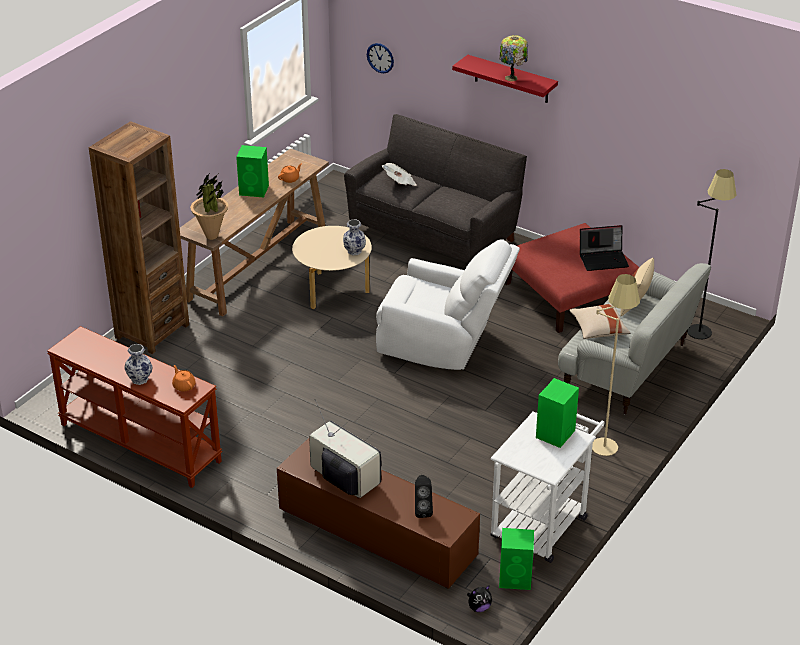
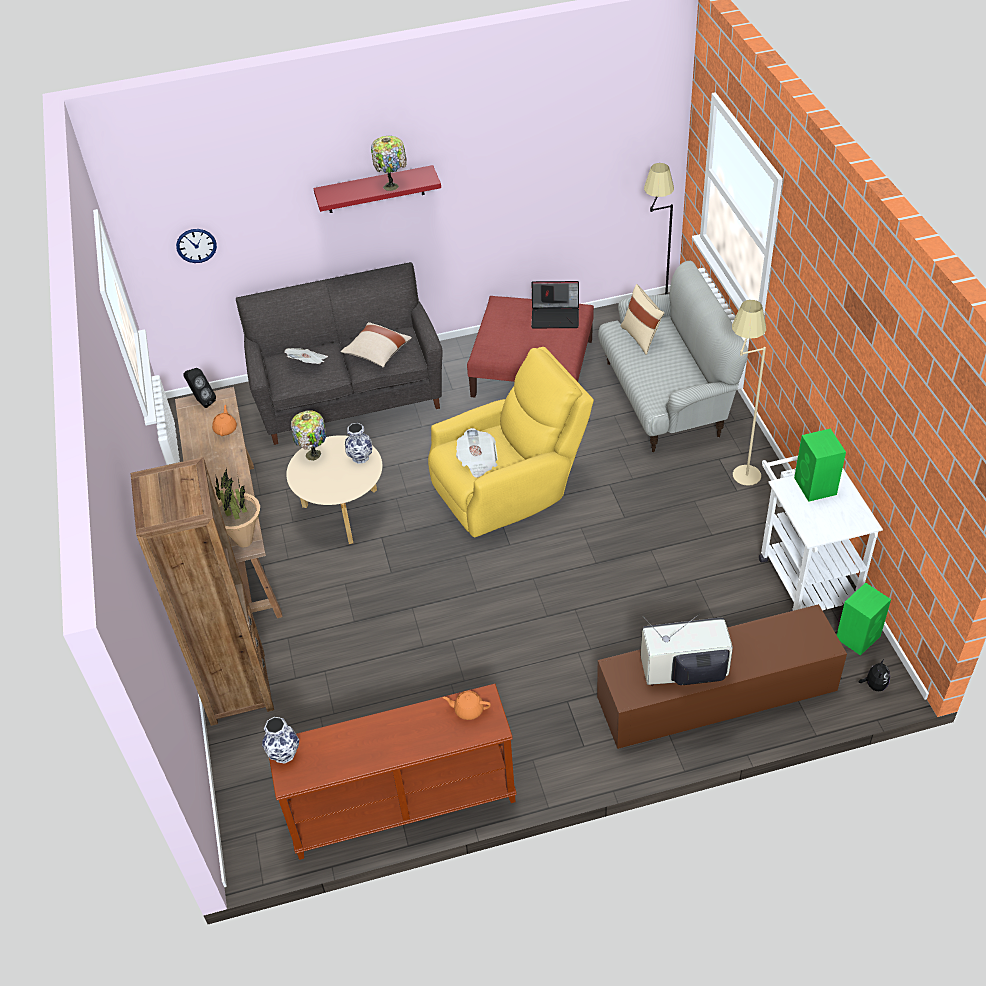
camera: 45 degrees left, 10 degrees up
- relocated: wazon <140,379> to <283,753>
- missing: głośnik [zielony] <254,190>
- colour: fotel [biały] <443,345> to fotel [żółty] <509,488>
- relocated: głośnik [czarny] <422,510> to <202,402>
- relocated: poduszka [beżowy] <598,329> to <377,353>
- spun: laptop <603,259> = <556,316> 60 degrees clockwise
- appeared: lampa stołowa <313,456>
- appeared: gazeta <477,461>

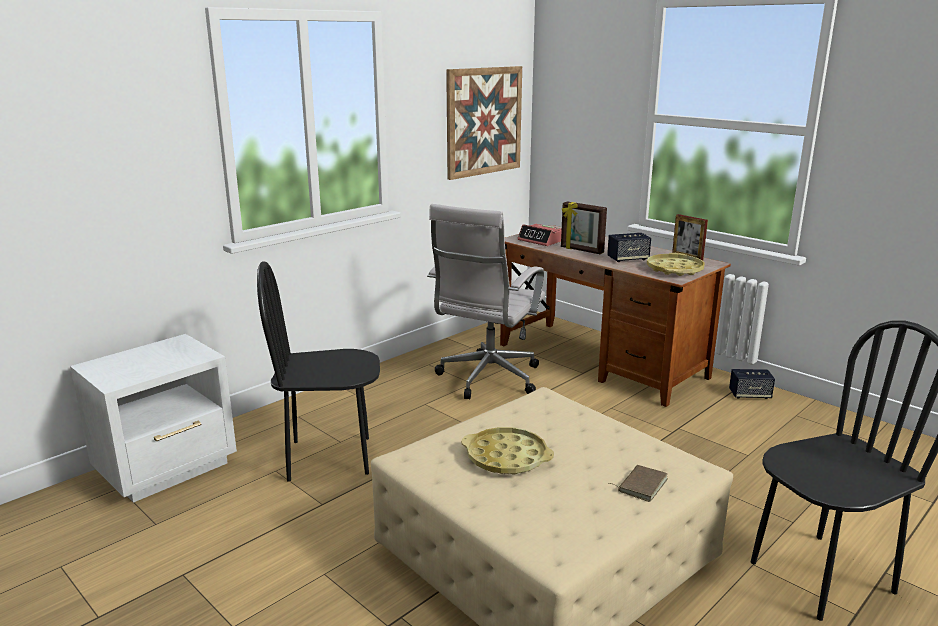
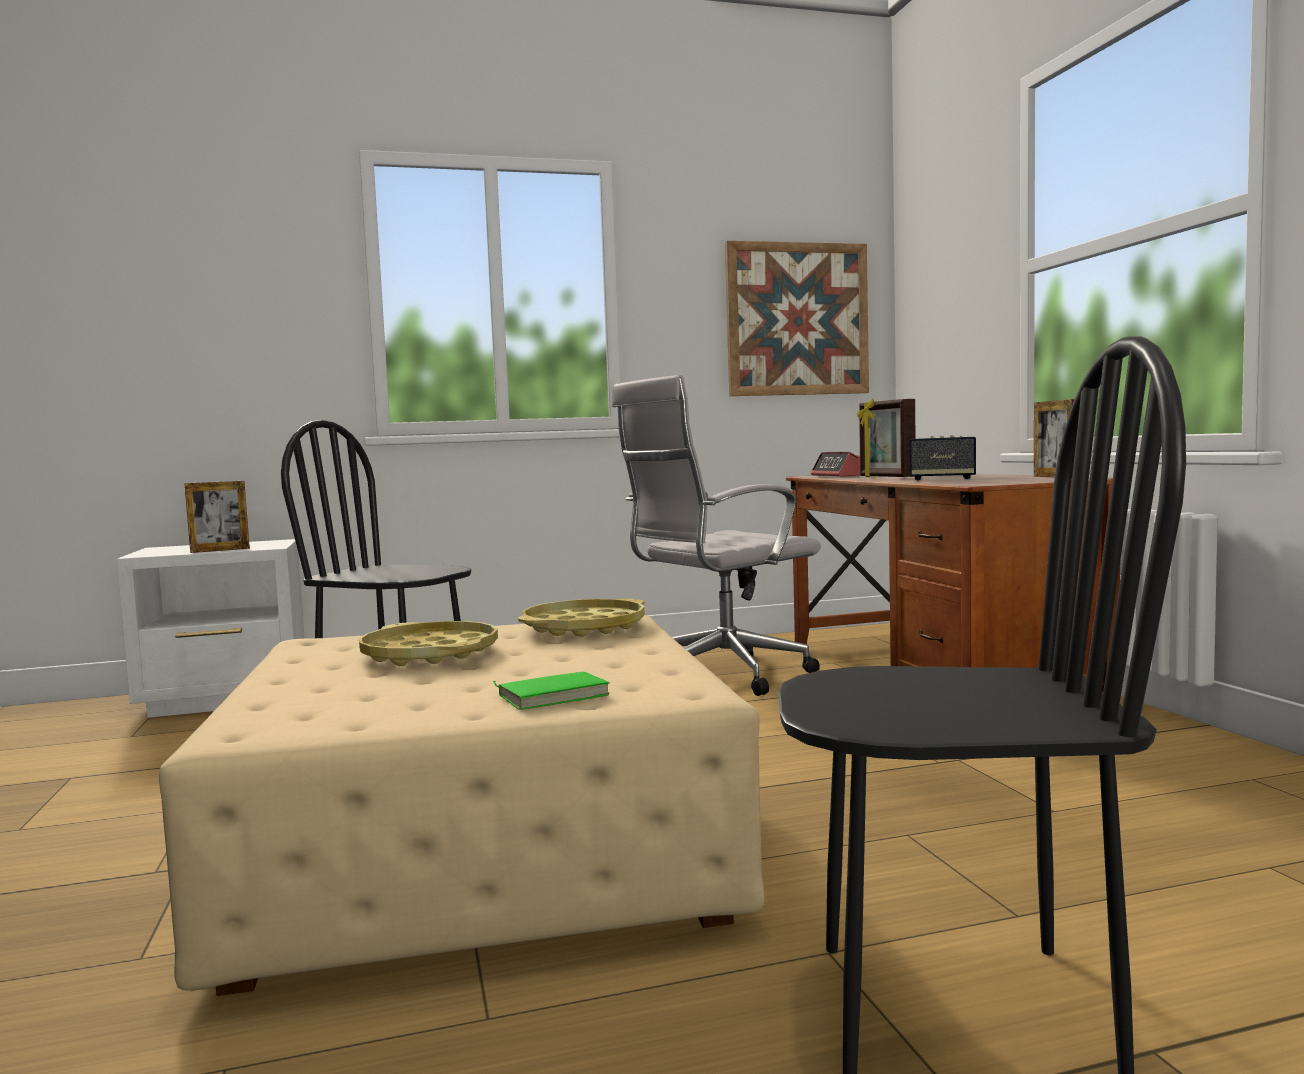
camera: 30 degrees right, 15 degrees down
- colour: książka [brązowy] <641,485> to książka [zielony] <552,695>
- relocated: taca [żółty] <674,269> to <584,627>
- missing: głośnik <749,395>
- appeared: ramka na zdjęcie <220,550>

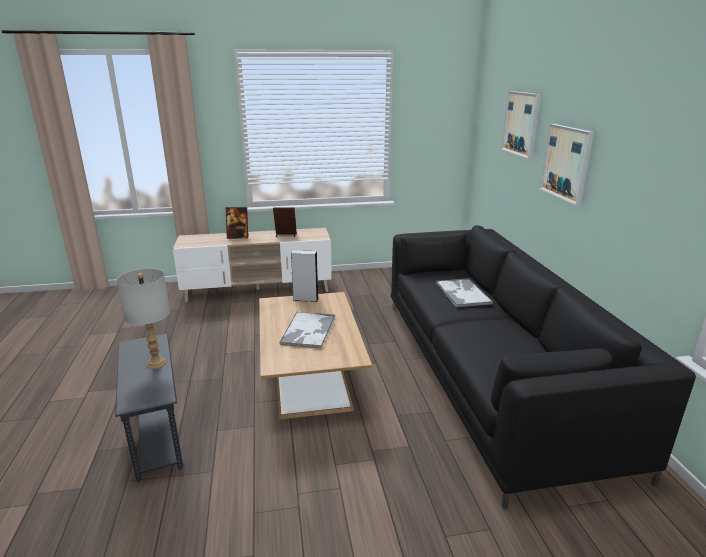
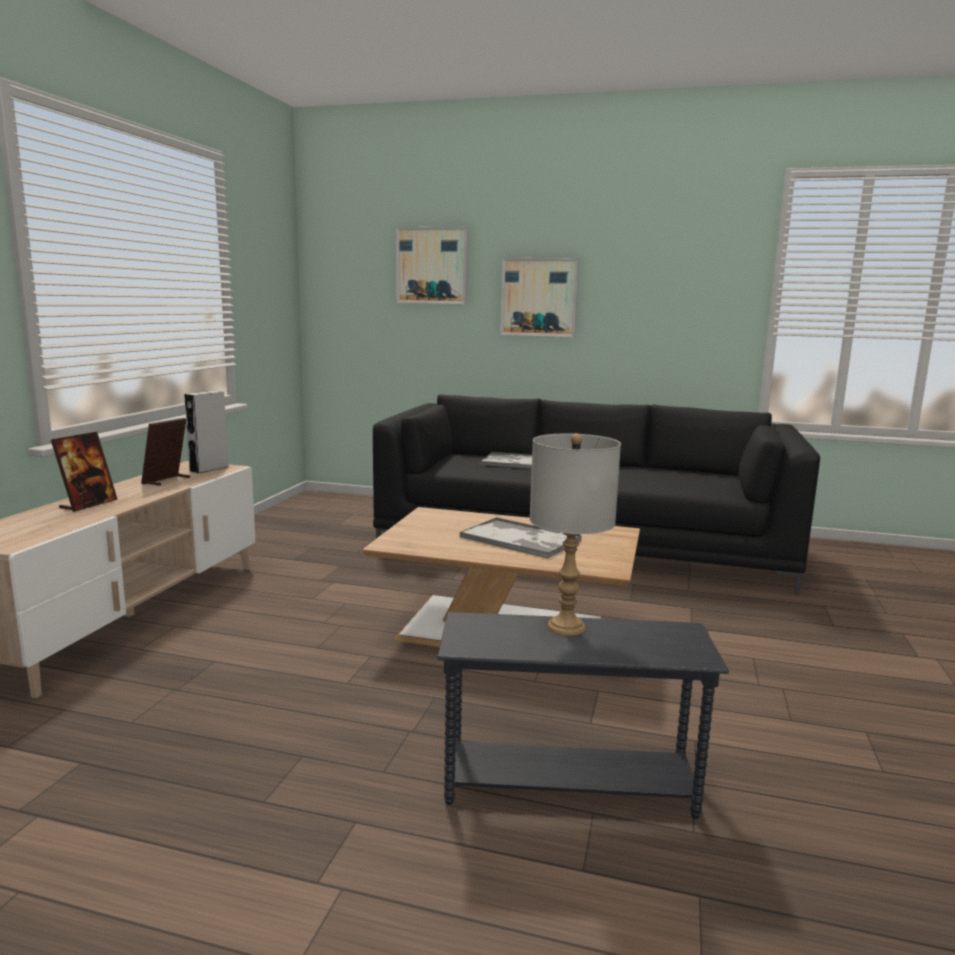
camera: 65 degrees left, 10 degrees down
- relocated: głośnik [szary] <305,299> to <209,469>

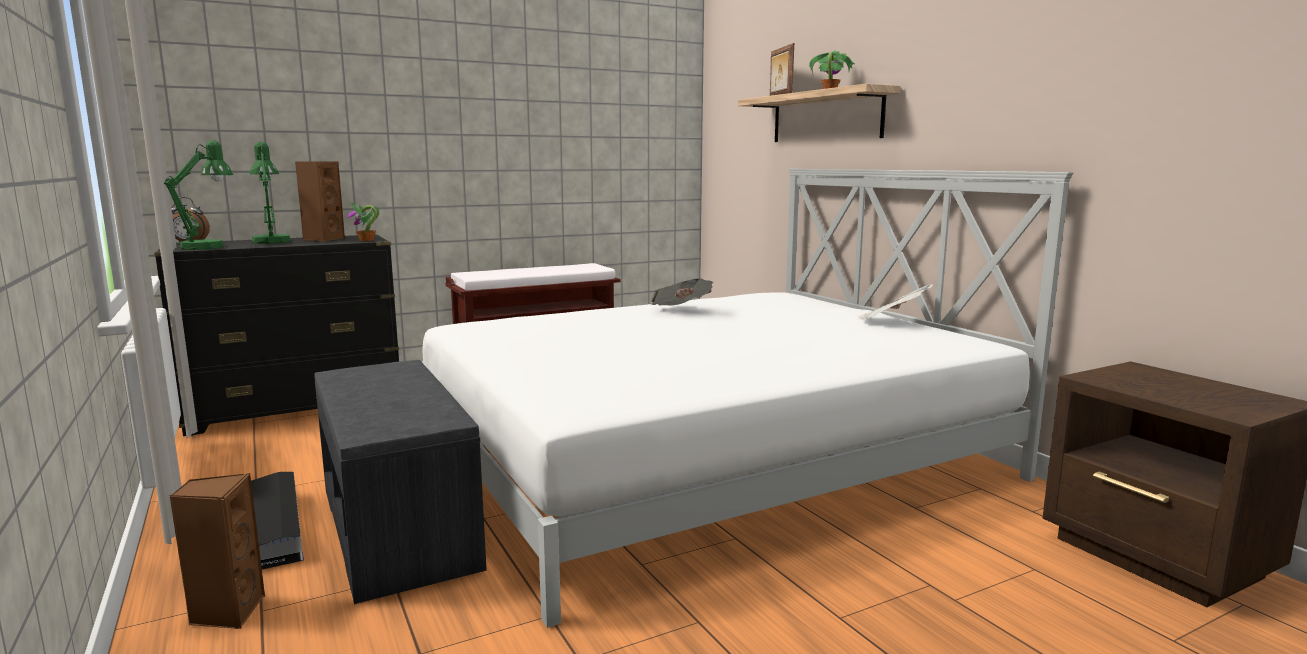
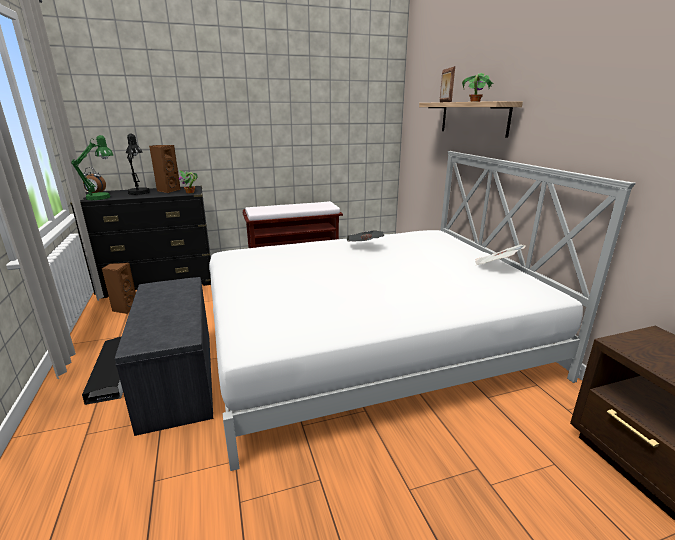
camera: 10 degrees right, 10 degrees up
- relocated: głośnik [brązowy] <227,612> to <124,309>
- colour: lampa stołowa [zielony] <271,241> to lampa stołowa [czarny] <139,192>

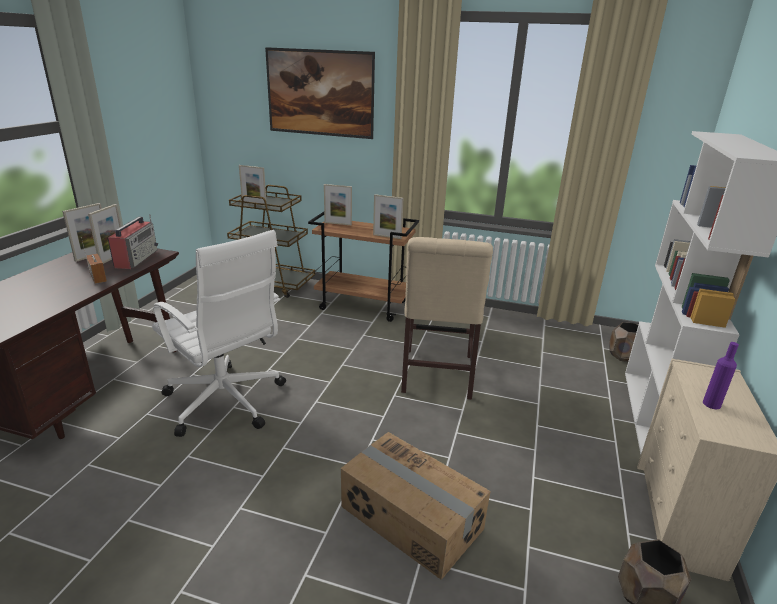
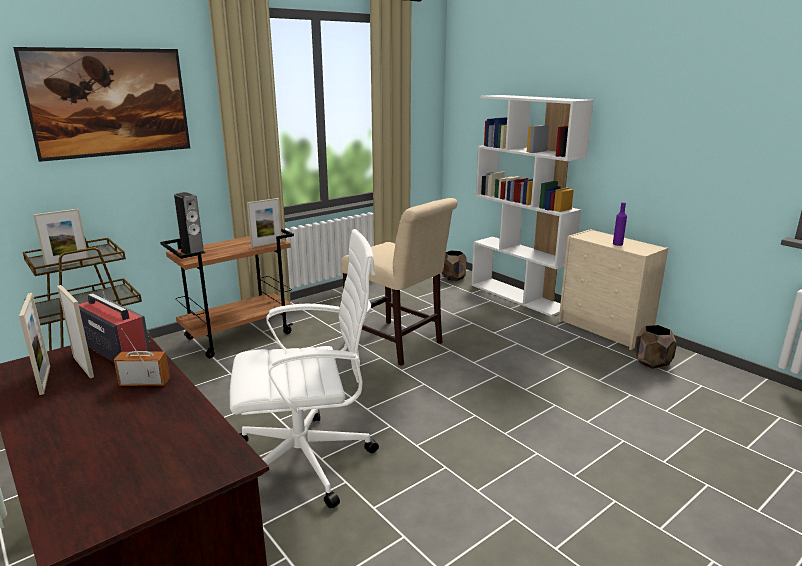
camera: 55 degrees left, 5 degrees down
- exchanged: ramka na zdjęcie <338,223> to głośnik <192,252>
- missing: karton <410,518>

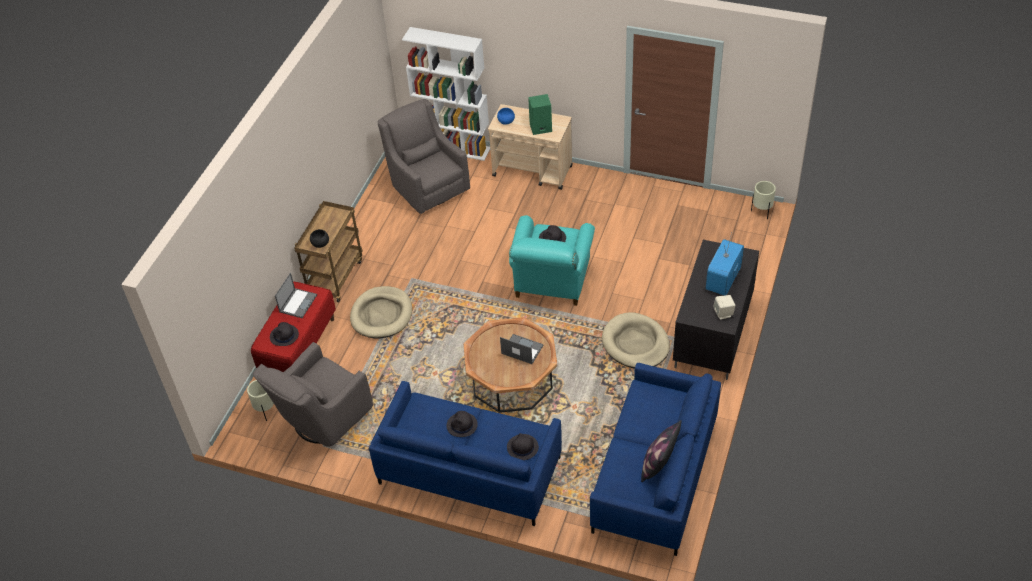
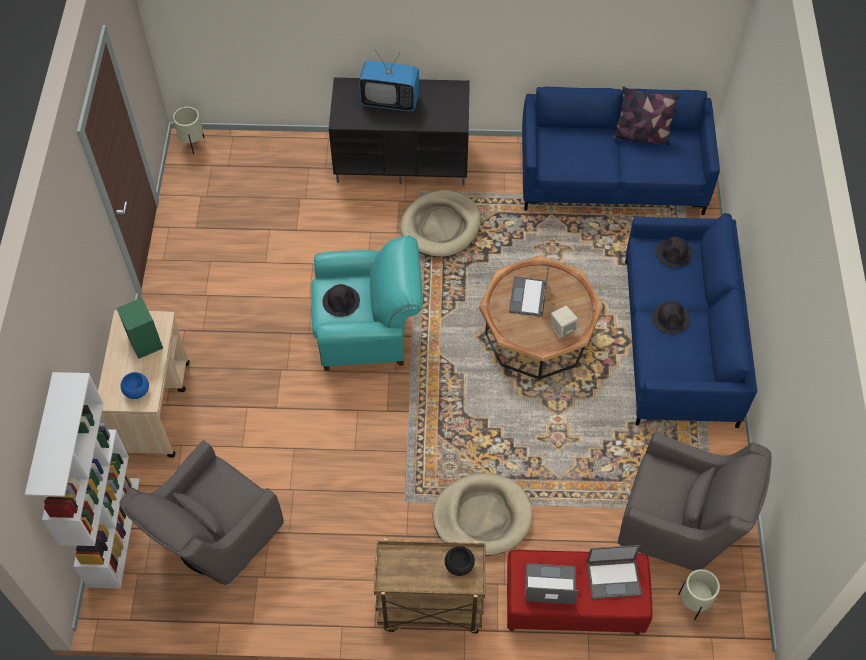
camera: 110 degrees left, 10 degrees up
- exchanged: kapelusz [czarny] <284,336> to laptop <614,578>
- relocated: głośnik [beżowy] <723,313> to <562,328>

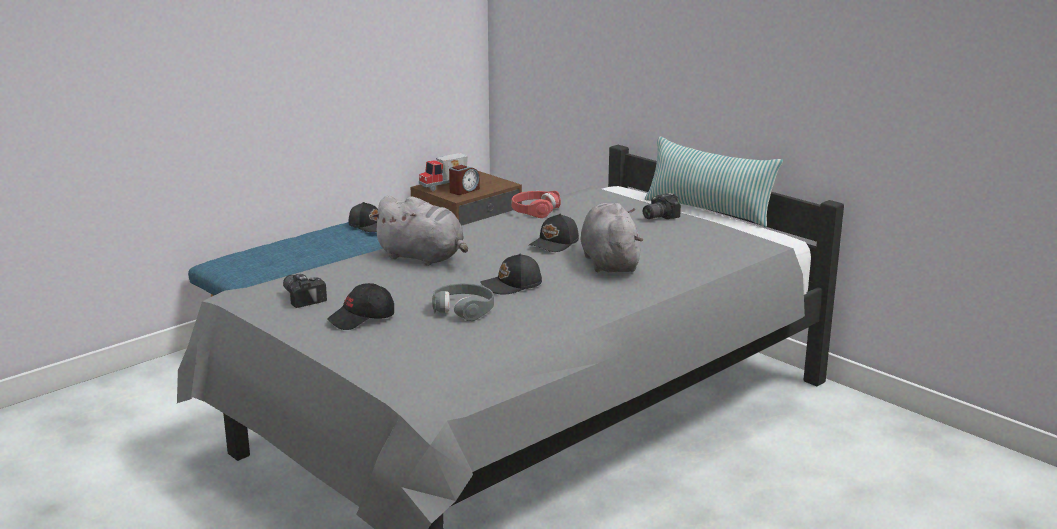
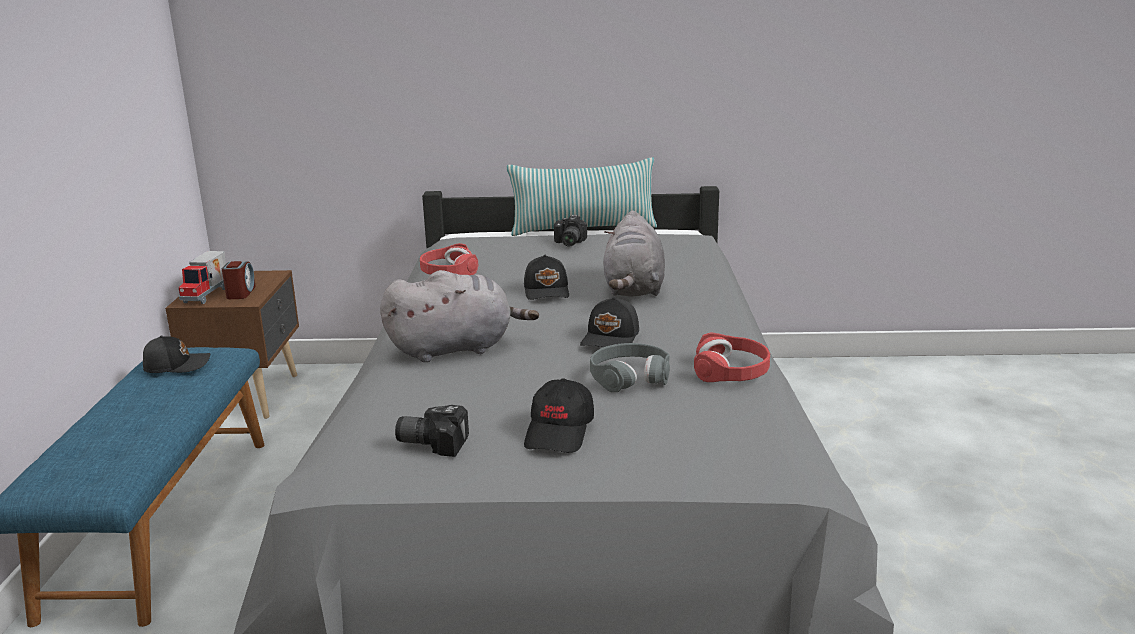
camera: 45 degrees left, 0 degrees up
- spun: pluszak [szary] <609,263> = <633,289> 120 degrees counterclockwise
- appeared: słuchawki [czerwony] <731,371>

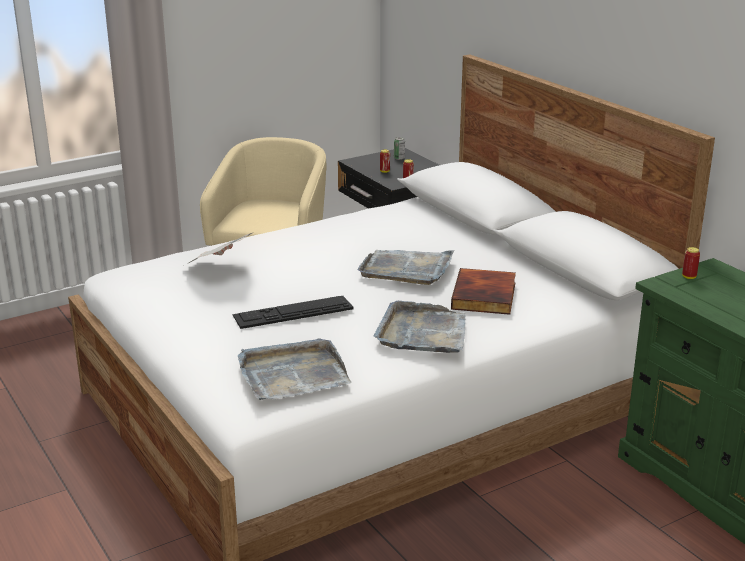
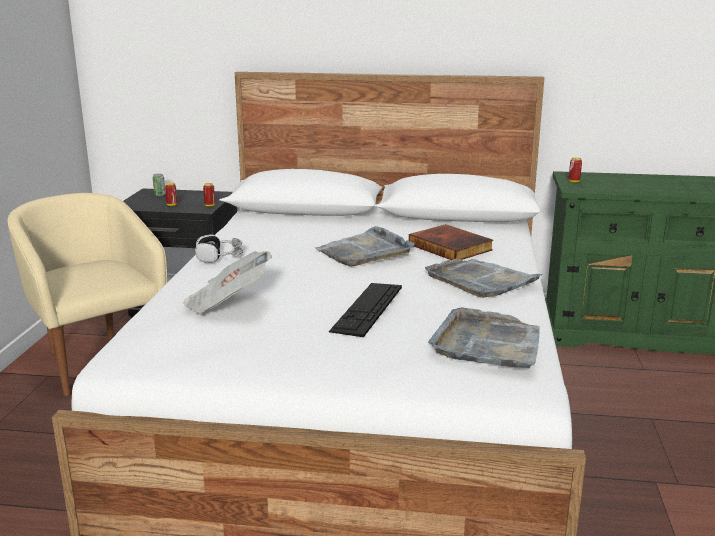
camera: 50 degrees left, 5 degrees down
- appeared: słuchawki <219,257>

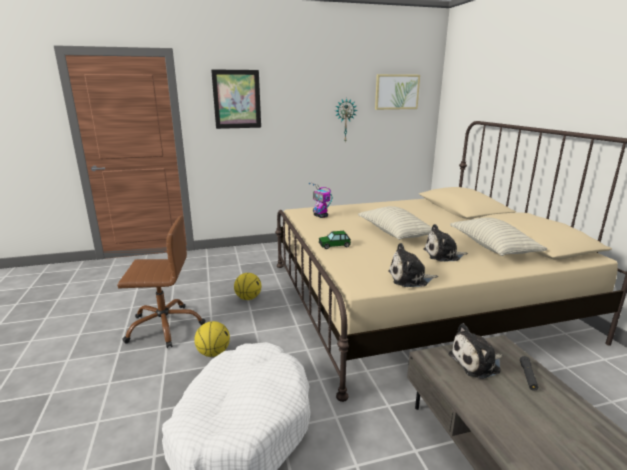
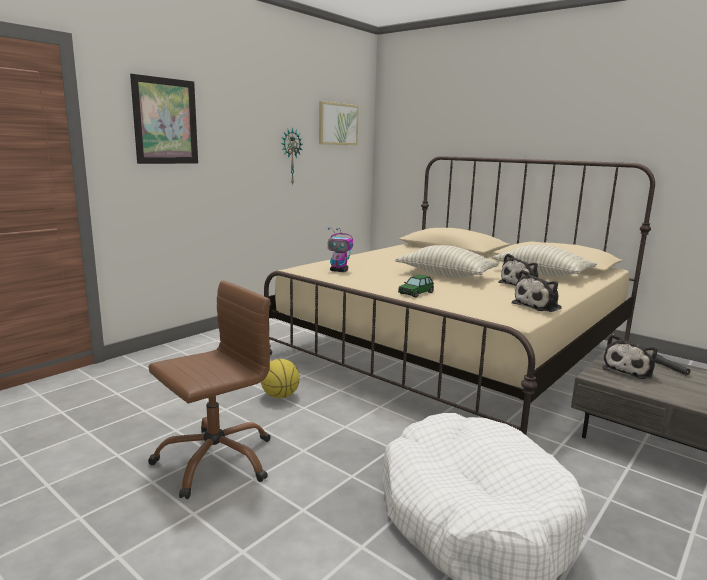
camera: 35 degrees left, 5 degrees down
- missing: piłka do koszykówki <213,353>

